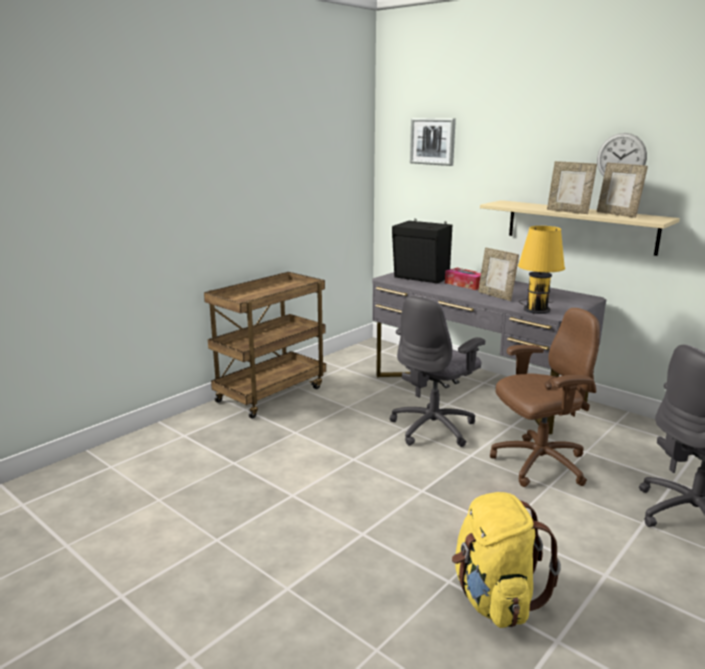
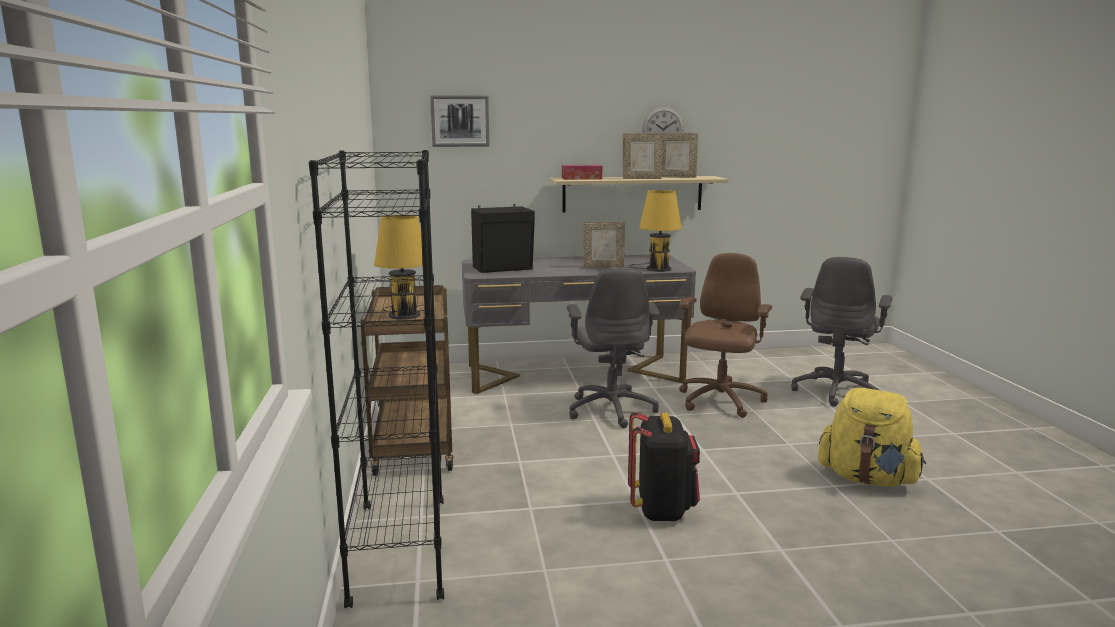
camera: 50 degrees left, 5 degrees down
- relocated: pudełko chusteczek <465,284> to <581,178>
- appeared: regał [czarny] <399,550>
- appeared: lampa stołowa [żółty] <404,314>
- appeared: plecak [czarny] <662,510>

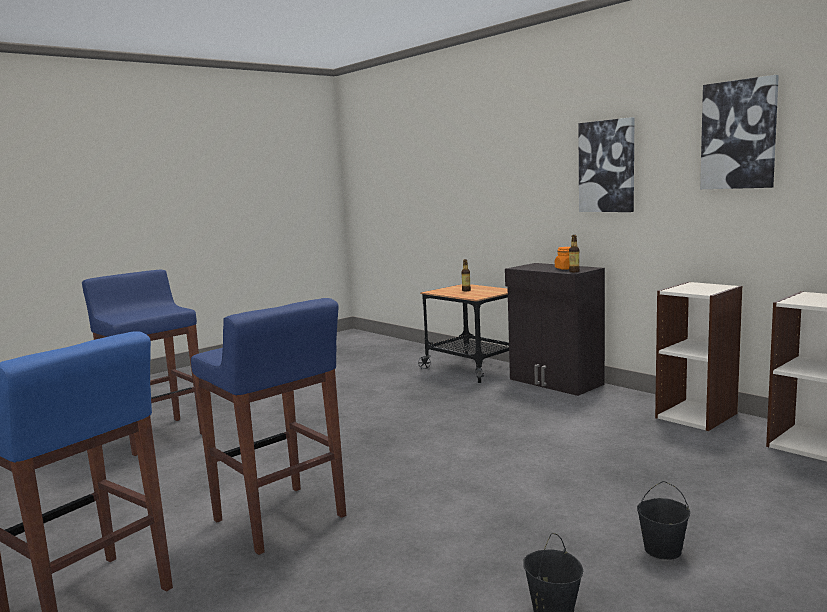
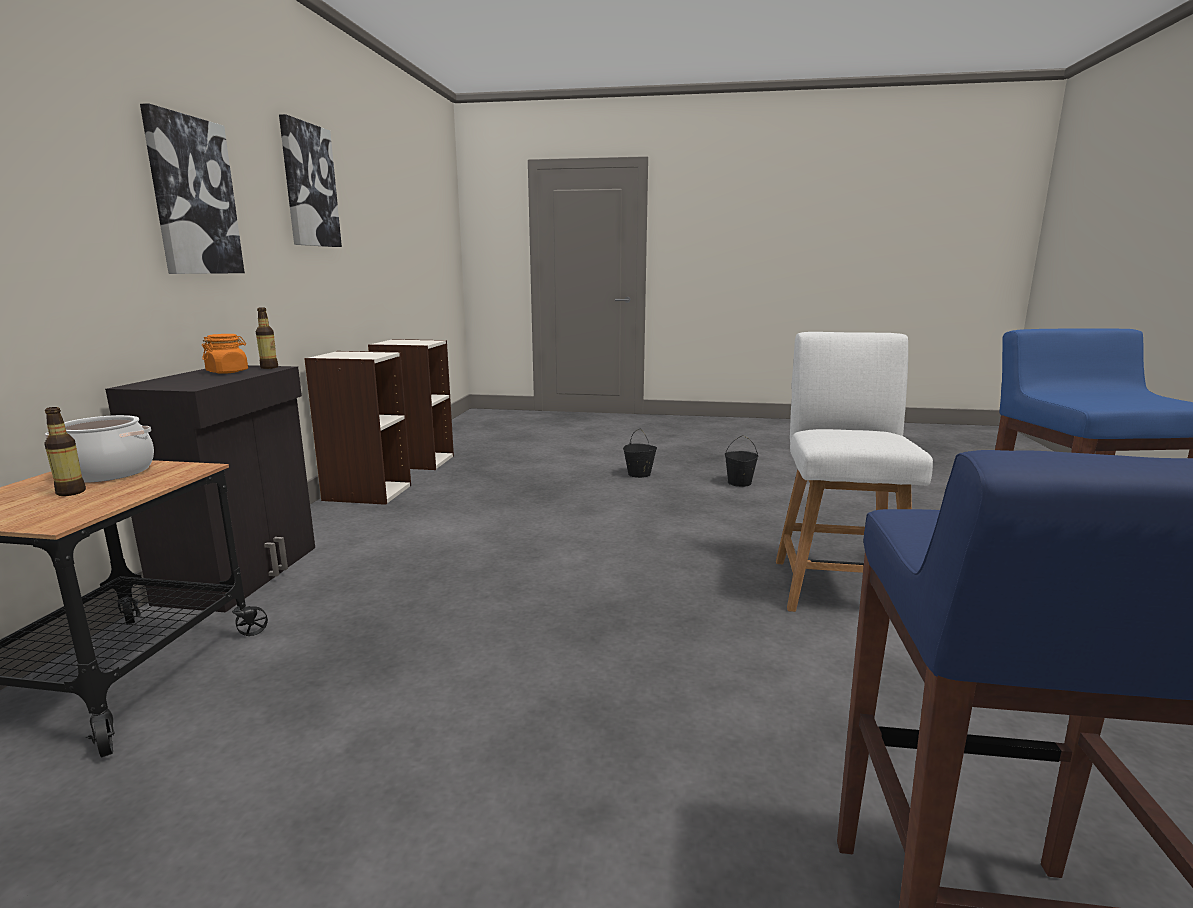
camera: 130 degrees left, 5 degrees up
- exchanged: stołek [niebieski] <280,519> to krzesło [biały] <837,584>
- appeared: garnek <107,473>

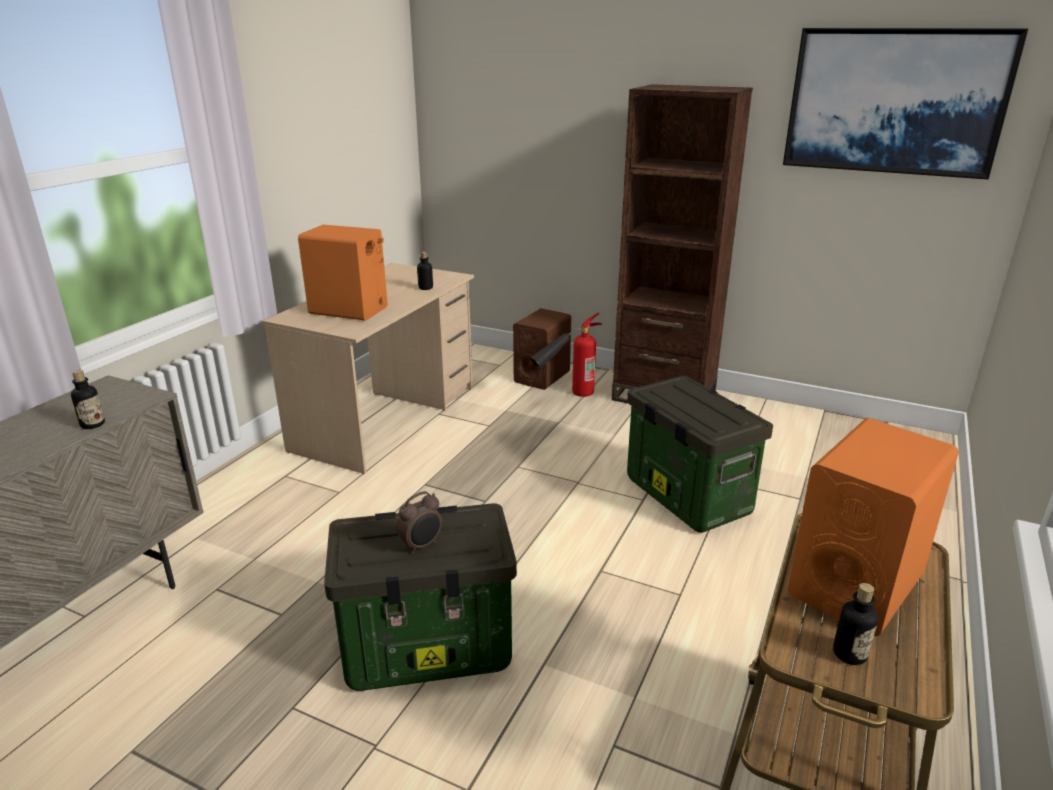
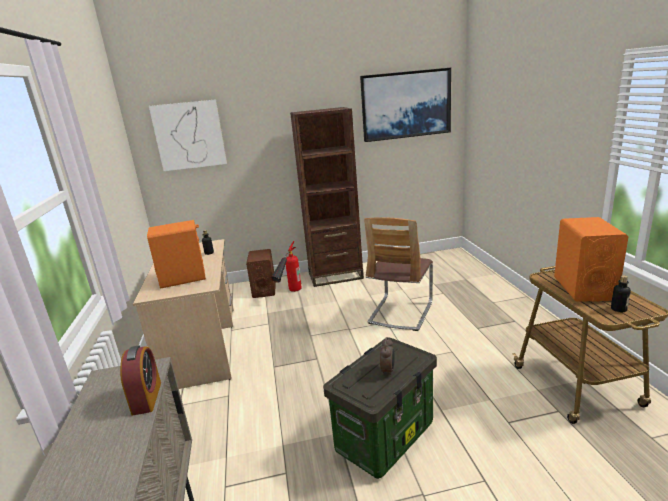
camera: 35 degrees left, 5 degrees down
- exchanged: butelka <93,424> to budzik <146,398>
- exchanged: pojemnik do przechowywania <685,496> to krzesło <401,312>
- appeared: obraz <189,135>

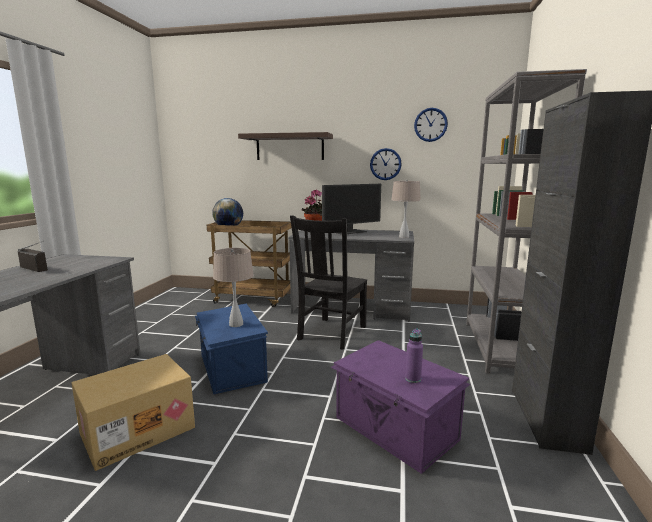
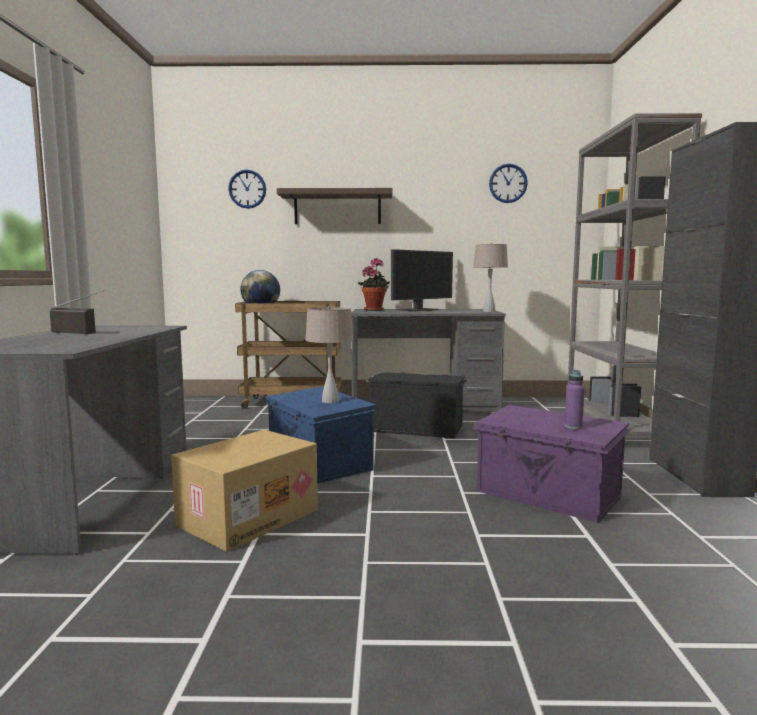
camera: 10 degrees left, 5 degrees down
- exchanged: krzesło [czarny] <331,334> to pojemnik do przechowywania [czarny] <416,427>
- relocated: zegar ścienny <385,164> to <247,189>

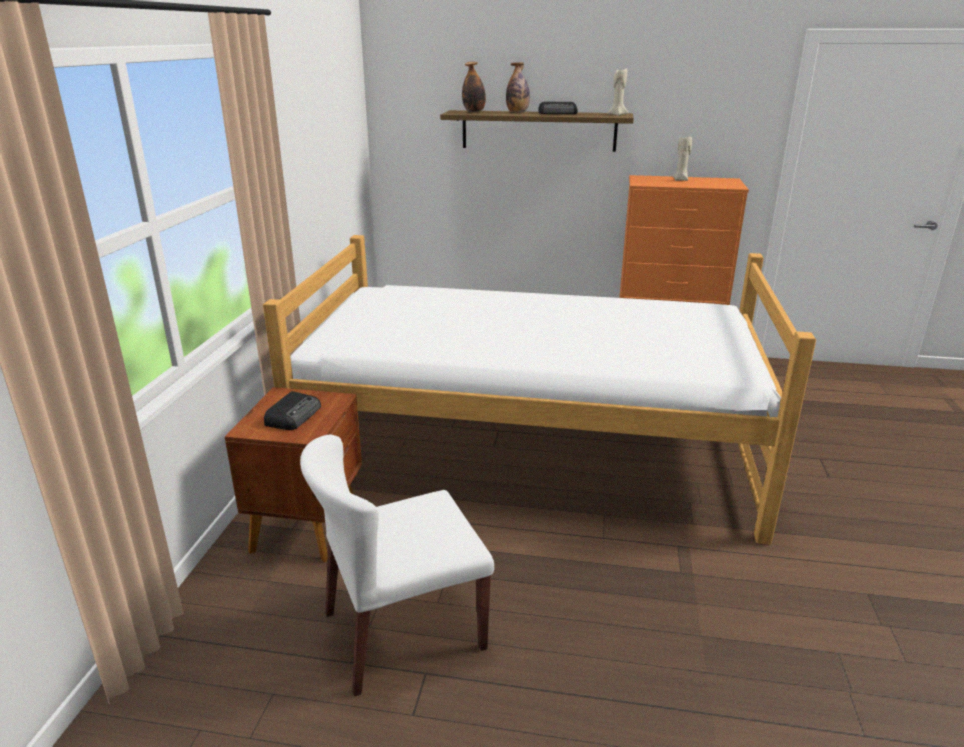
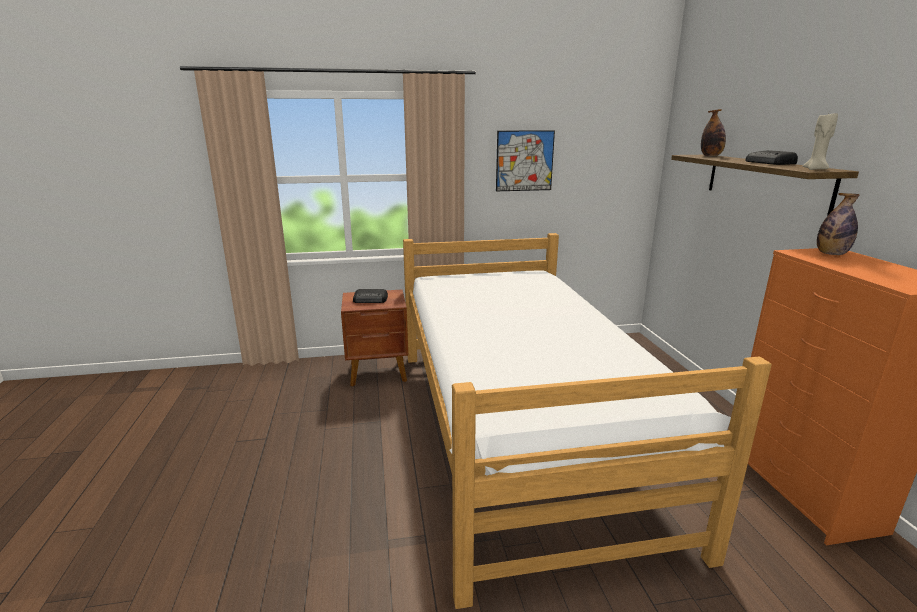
camera: 70 degrees right, 5 degrees down
- missing: krzesło [biały] <402,631>
- relocated: butelka <517,112> to <831,254>
- missing: świeca [beżowy] <681,180>
- appeared: obraz <524,161>

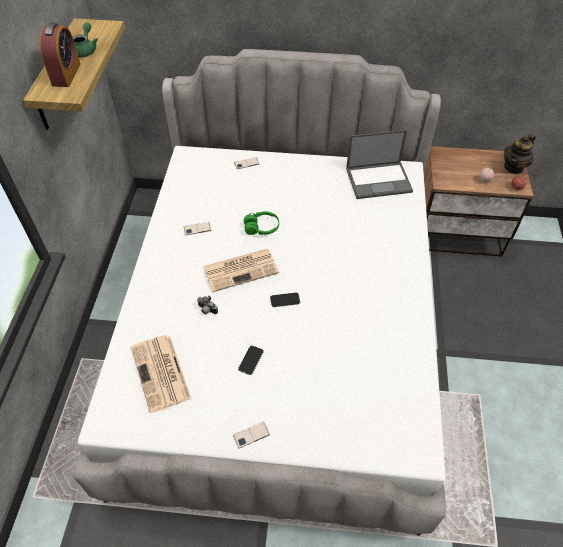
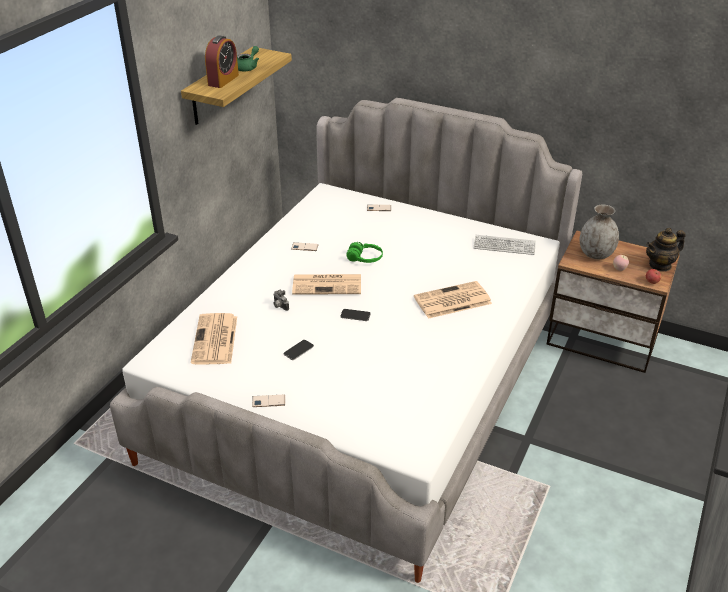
camera: 20 degrees right, 15 degrees down
- exchanged: laptop <379,180> to klawiatura <504,246>
- appeared: gazeta <451,301>
- appeared: wazon [szary] <595,254>

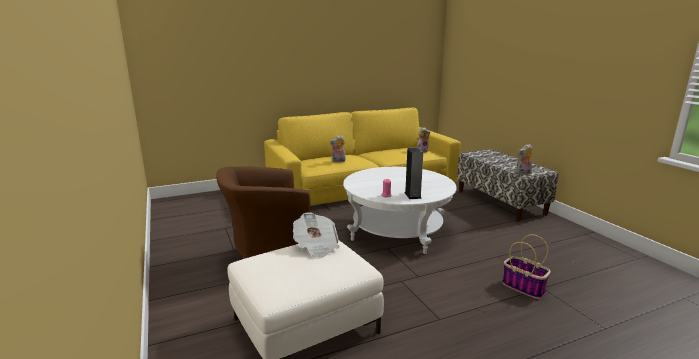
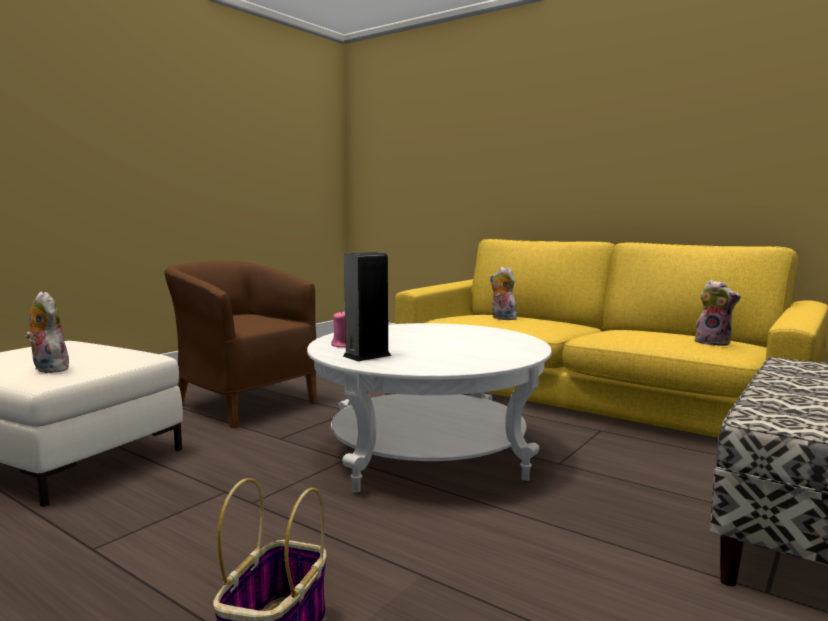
camera: 60 degrees right, 10 degrees down
- missing: gazeta <316,247>
- relocated: pluszak <523,173> to <48,369>

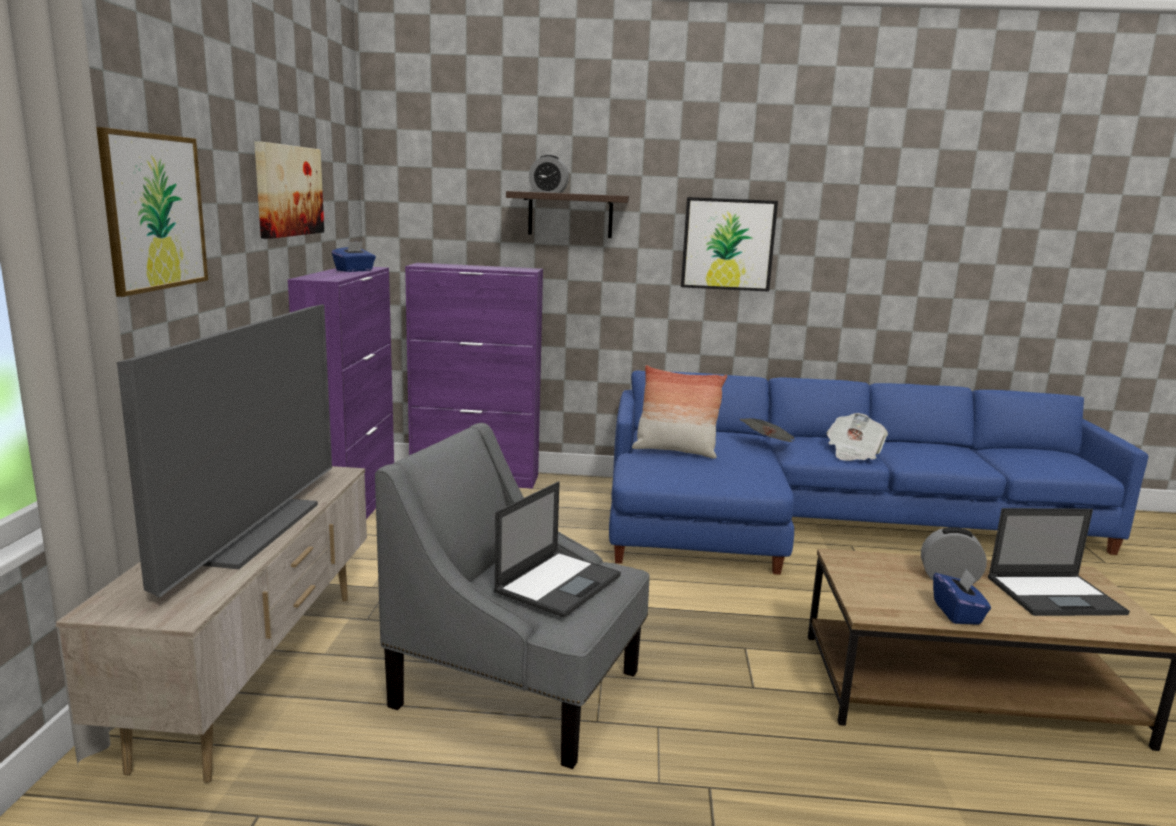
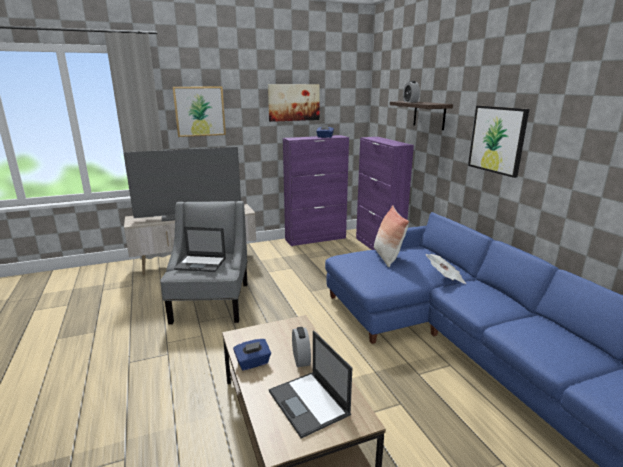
camera: 65 degrees right, 5 degrees up
- missing: gazeta <853,453>

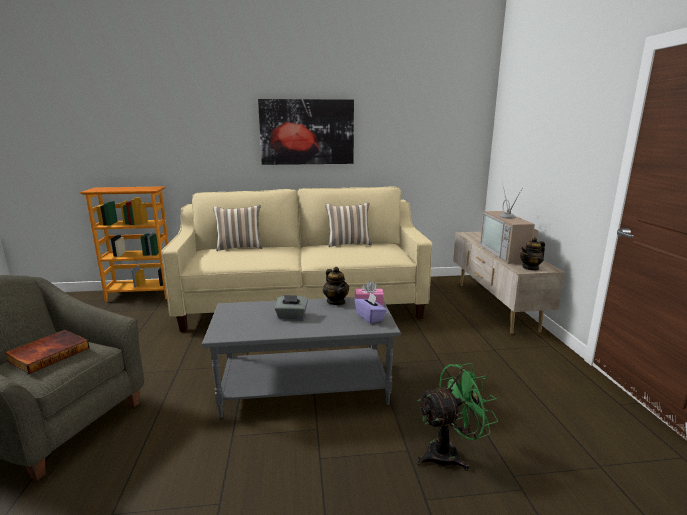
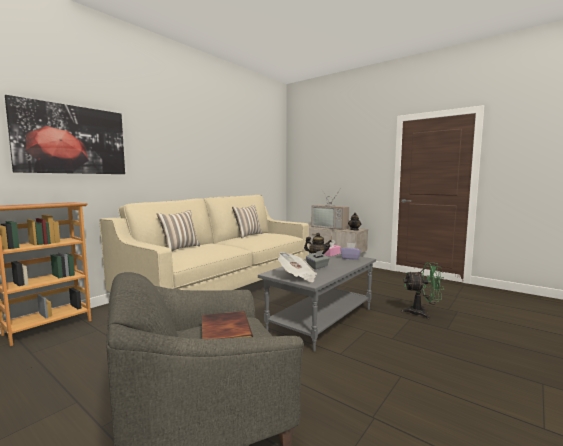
camera: 45 degrees left, 10 degrees down
- relocated: obraz <307,132> to <71,140>
- spun: wentylator [zielony] <449,453> = <422,313> 75 degrees clockwise
- appeared: gazeta <297,277>

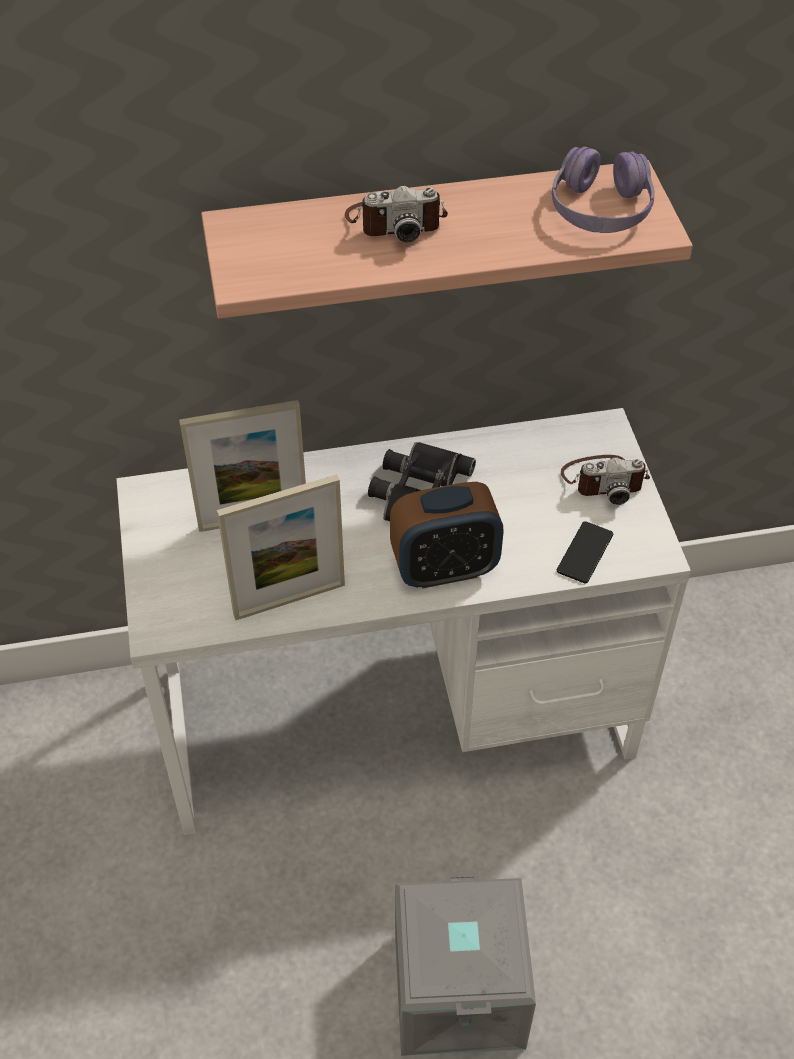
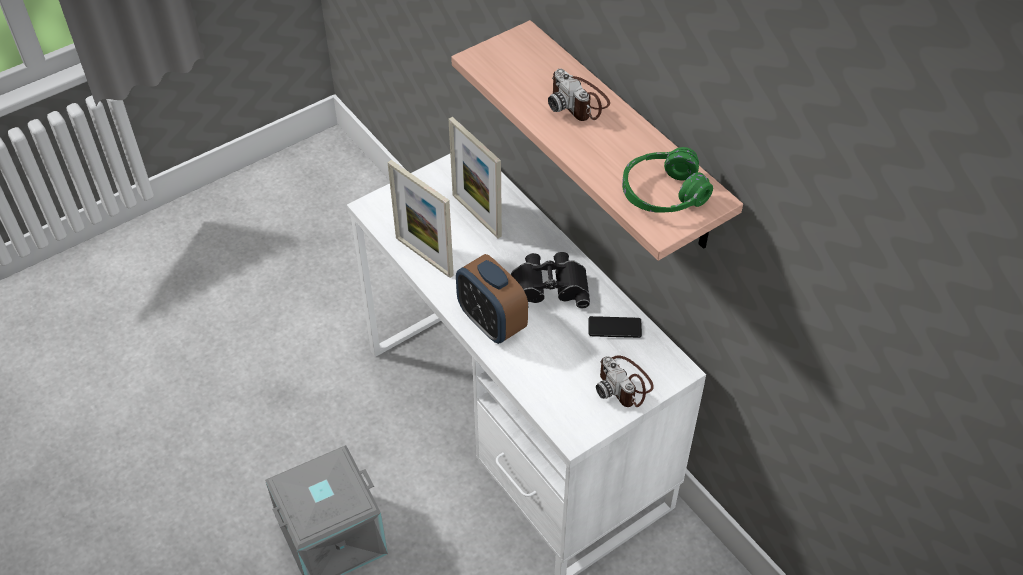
camera: 65 degrees right, 0 degrees up
- colour: słuchawki [fioletowy] <600,209> to słuchawki [zielony] <663,193>
- relocated: telefon <585,553> to <614,328>

